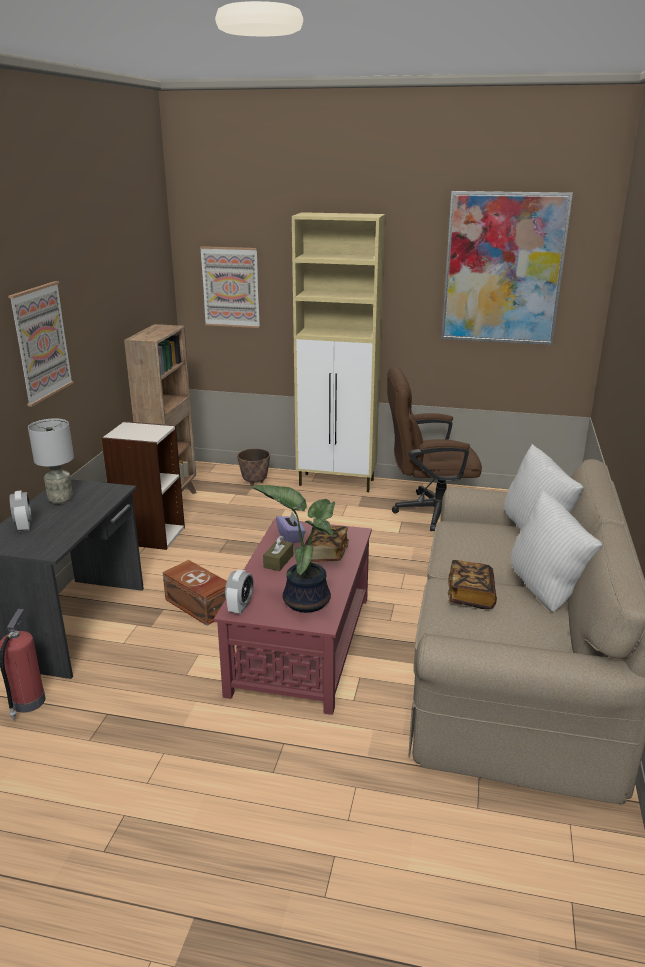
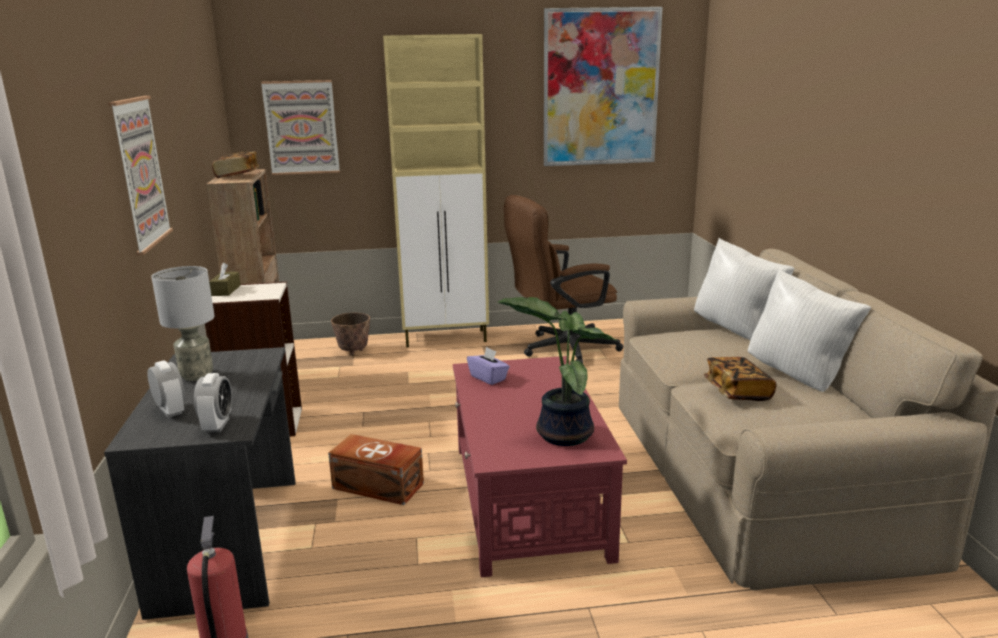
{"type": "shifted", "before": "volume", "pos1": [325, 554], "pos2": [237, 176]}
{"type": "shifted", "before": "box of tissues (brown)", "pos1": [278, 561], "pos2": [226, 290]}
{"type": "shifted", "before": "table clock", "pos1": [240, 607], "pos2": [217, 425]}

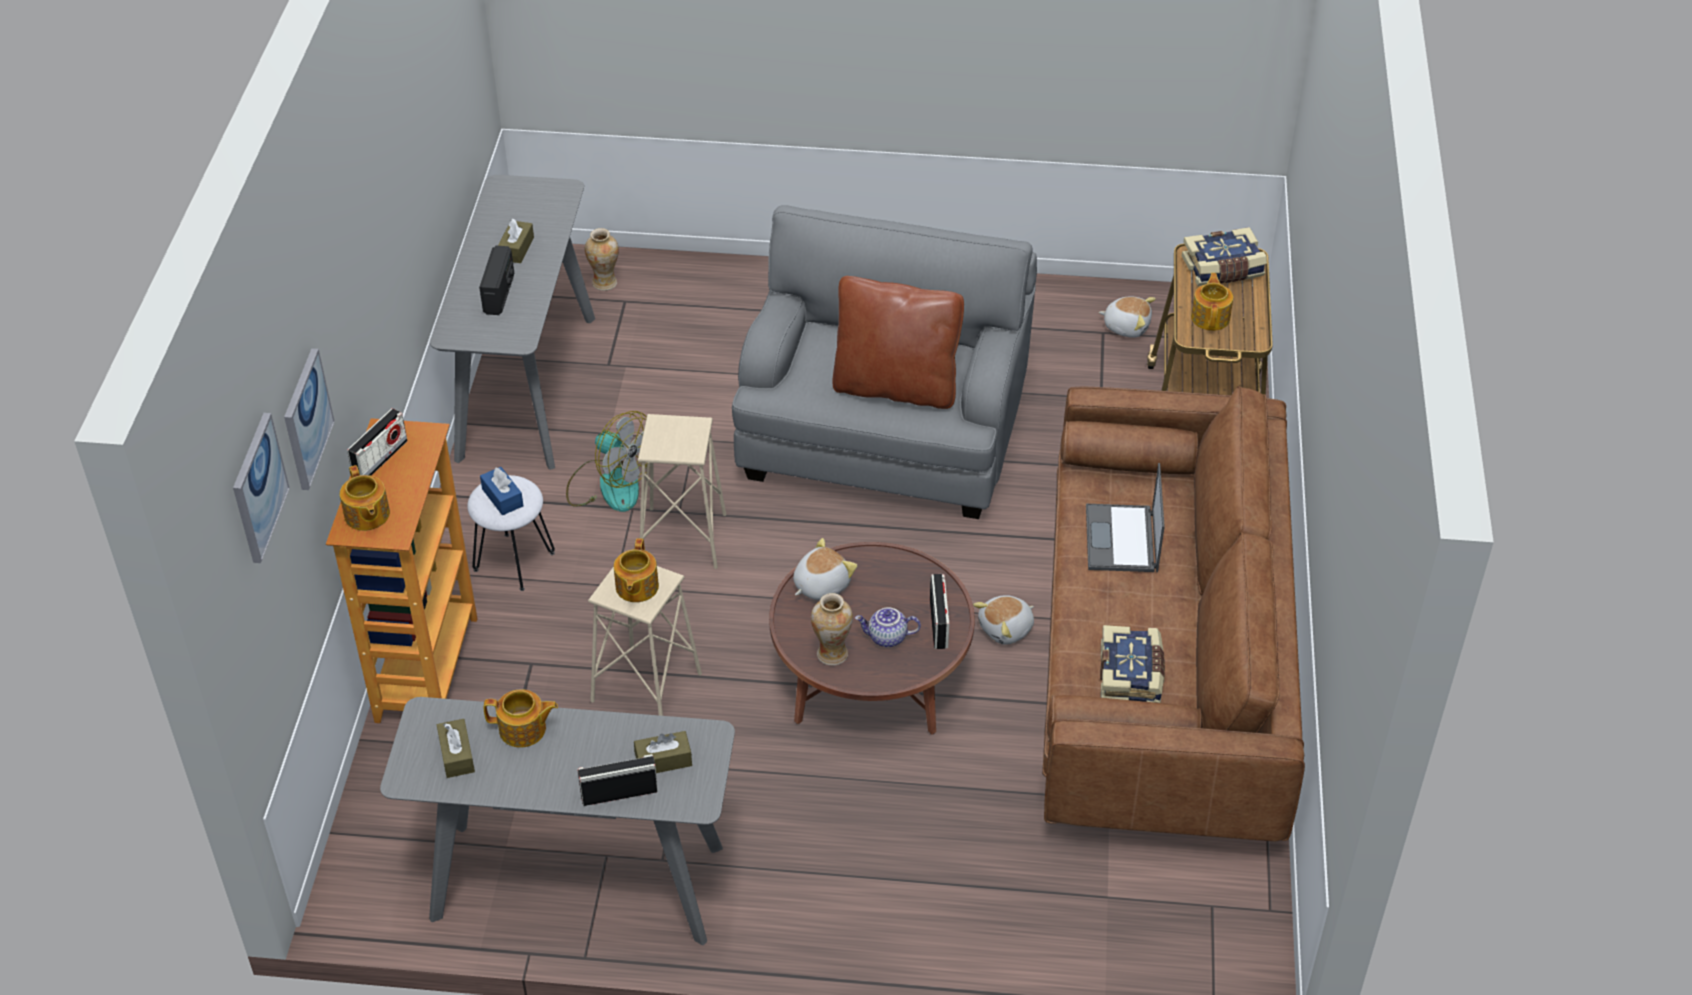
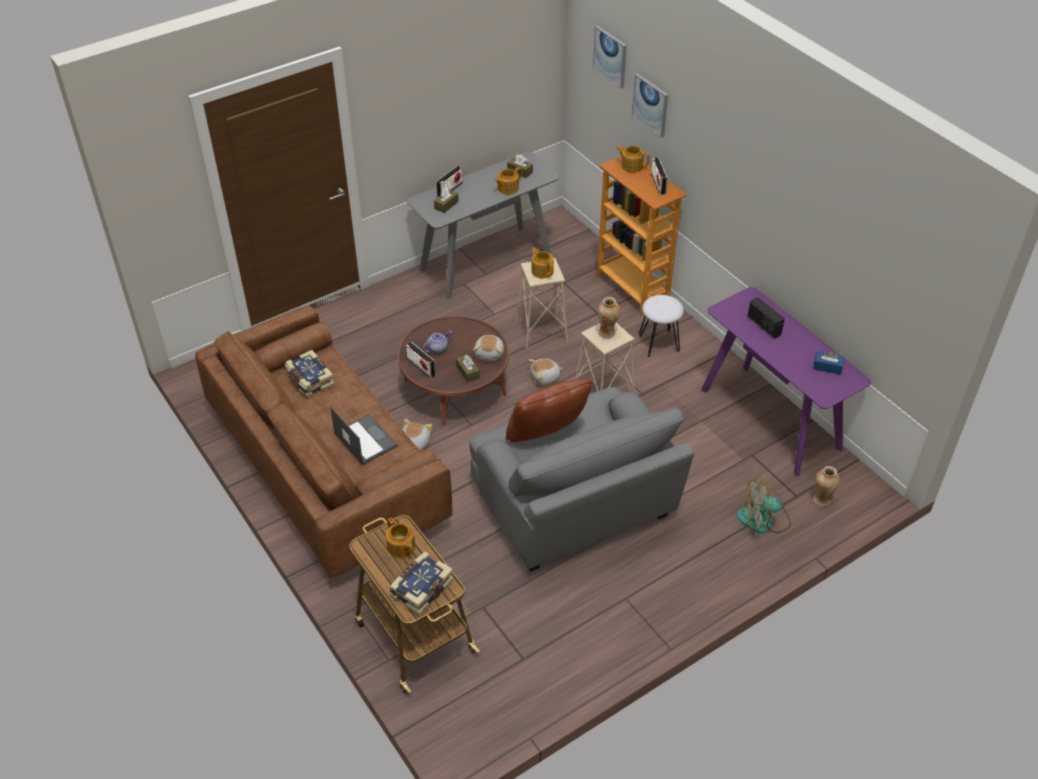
{"type": "repainted", "before": "narrow table (gray)", "after": "narrow table (purple)", "pos1": [526, 386], "pos2": [770, 418]}
{"type": "shifted", "before": "box of tissues (brown)", "pos1": [516, 249], "pos2": [467, 372]}
{"type": "shifted", "before": "plush toy", "pos1": [1126, 326], "pos2": [545, 377]}
{"type": "shifted", "before": "cooling fan", "pos1": [610, 484], "pos2": [763, 520]}
{"type": "shifted", "before": "box of tissues (blue)", "pos1": [502, 497], "pos2": [827, 367]}
{"type": "shifted", "before": "flower vase", "pos1": [832, 654], "pos2": [607, 333]}

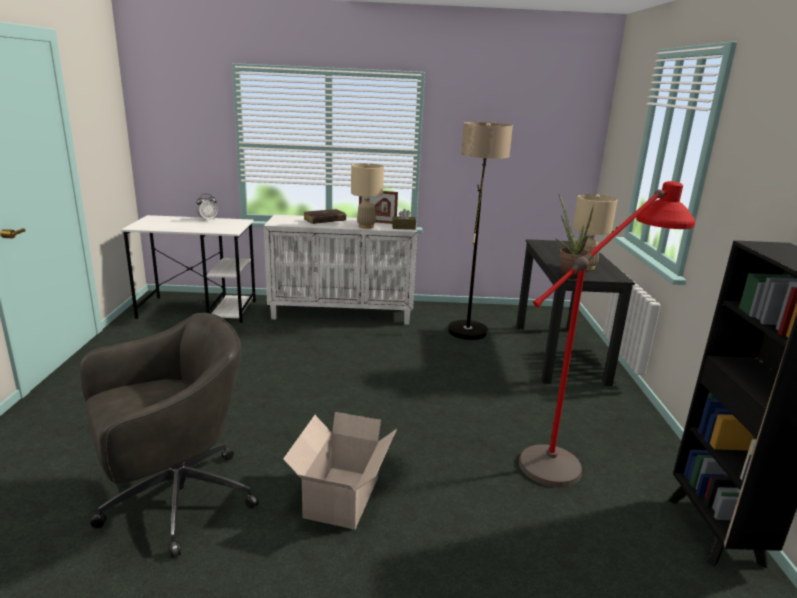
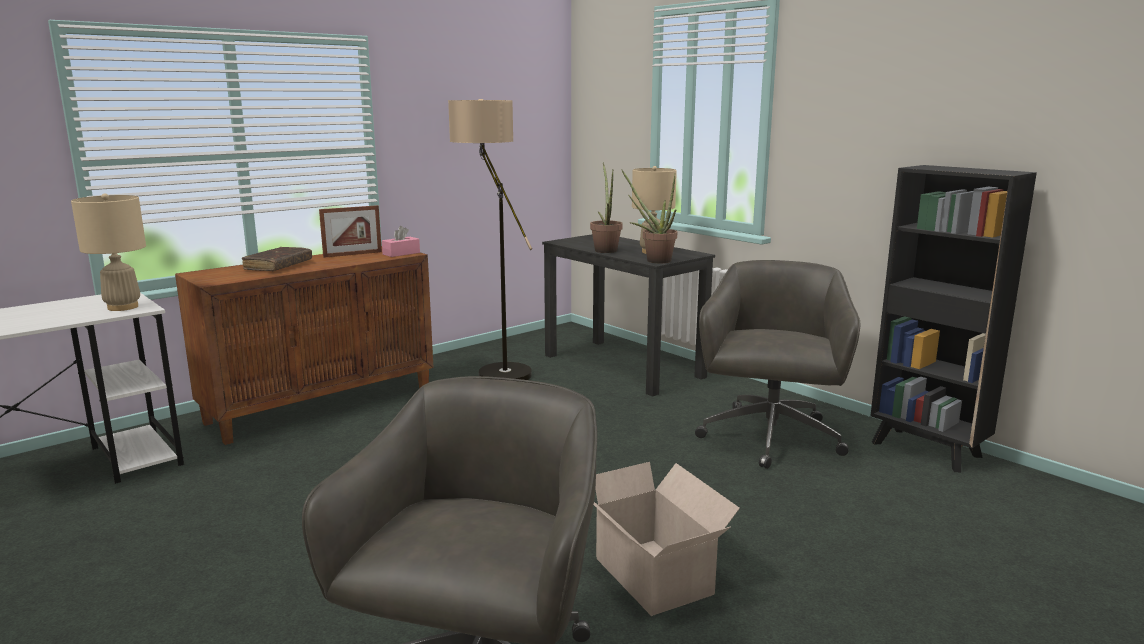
{"type": "shifted", "before": "table lamp (sand-coloured)", "pos1": [366, 226], "pos2": [123, 307]}
{"type": "swapped", "before": "standard lamp (reddish)", "after": "desk chair (gray)", "pos1": [579, 453], "pos2": [770, 439]}
{"type": "gone", "before": "table clock", "pos1": [207, 219]}
{"type": "repainted", "before": "box of tissues (brown)", "after": "box of tissues (pink)", "pos1": [403, 227], "pos2": [401, 253]}
{"type": "repainted", "before": "cupboard (white-coloured)", "after": "cupboard (brown)", "pos1": [343, 313], "pos2": [322, 405]}
{"type": "new", "after": "potted plant", "pos2": [605, 249]}

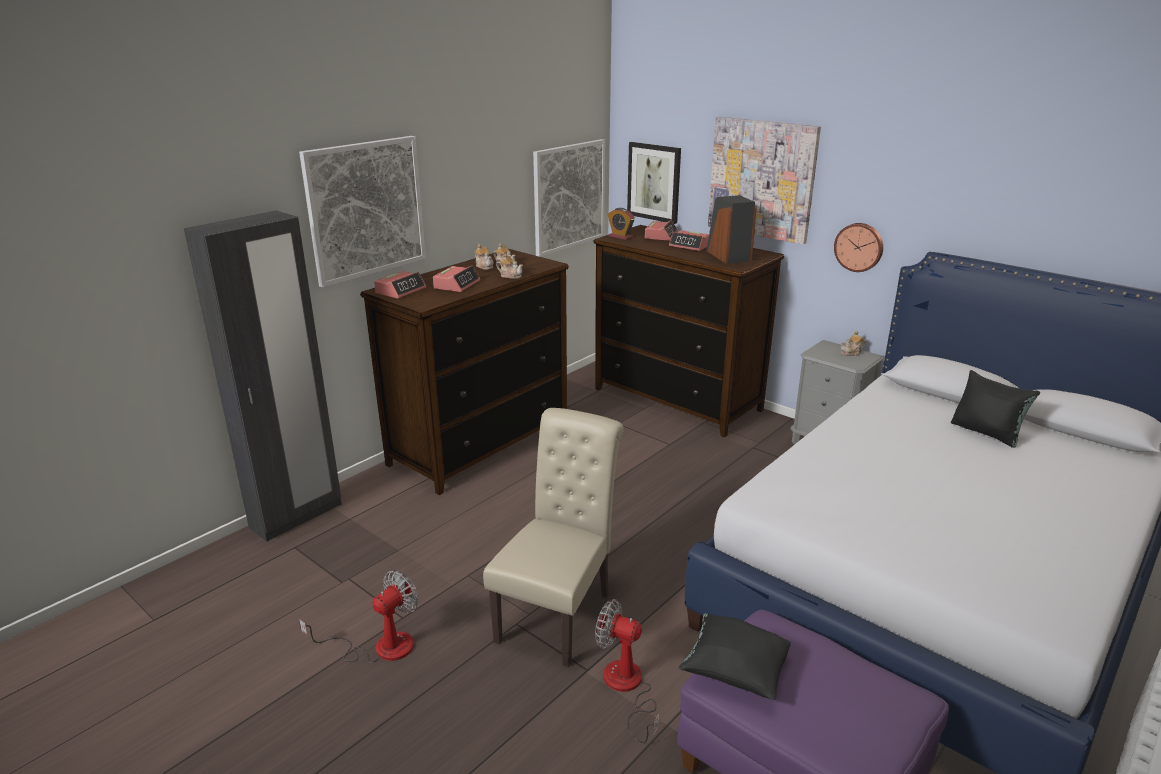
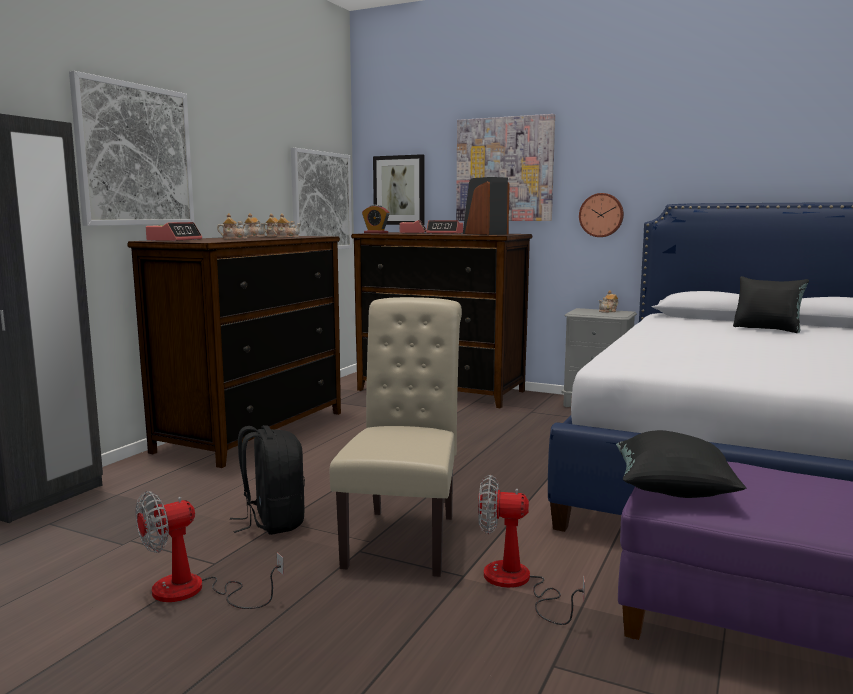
{"type": "swapped", "before": "table clock", "after": "teapot", "pos1": [457, 285], "pos2": [234, 239]}
{"type": "rotated", "before": "cooling fan", "pos1": [380, 647], "pos2": [194, 591], "turn": -150}
{"type": "new", "after": "rucksack (blackish)", "pos2": [272, 522]}

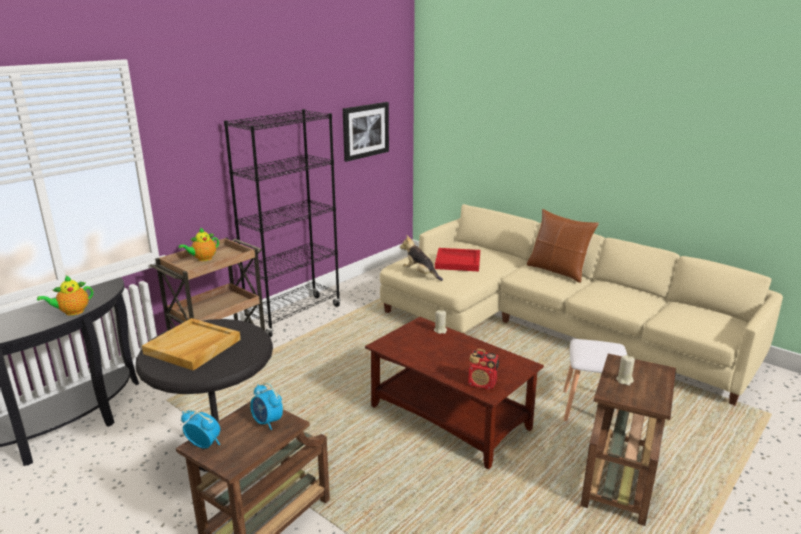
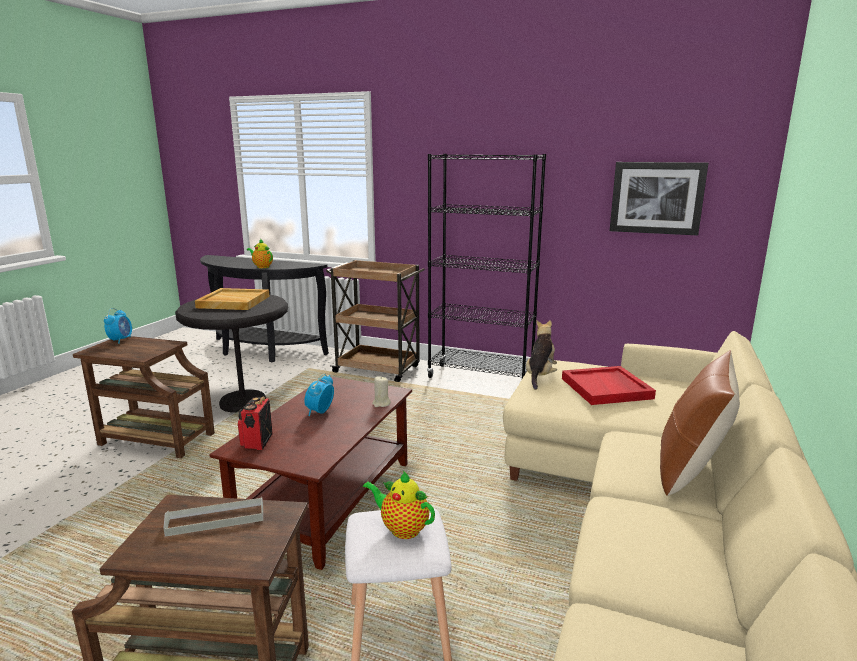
{"type": "shifted", "before": "teapot", "pos1": [203, 259], "pos2": [402, 529]}
{"type": "swapped", "before": "candle (sand-coloured)", "after": "tray (gray)", "pos1": [624, 380], "pos2": [216, 519]}
{"type": "shifted", "before": "table clock", "pos1": [267, 422], "pos2": [320, 412]}

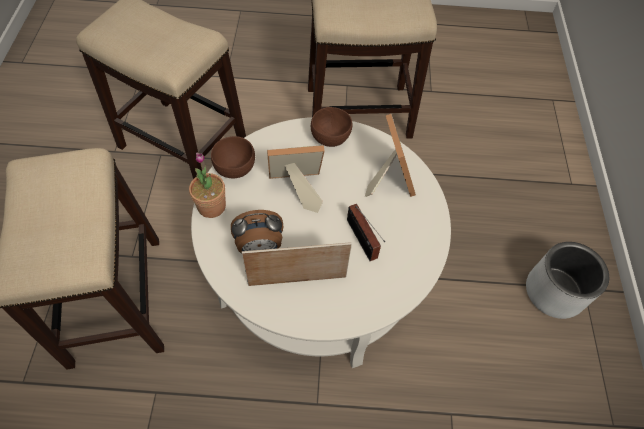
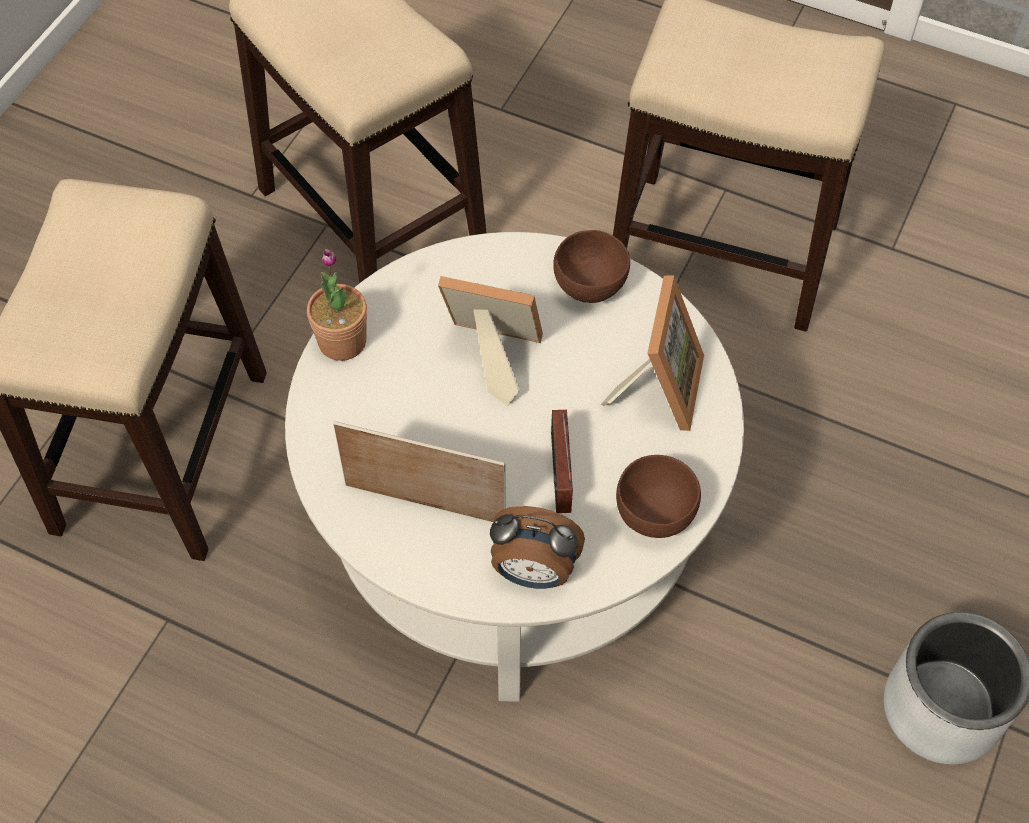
{"type": "shifted", "before": "serving bowl (brown)", "pos1": [235, 169], "pos2": [655, 515]}
{"type": "shifted", "before": "table clock", "pos1": [259, 248], "pos2": [533, 572]}

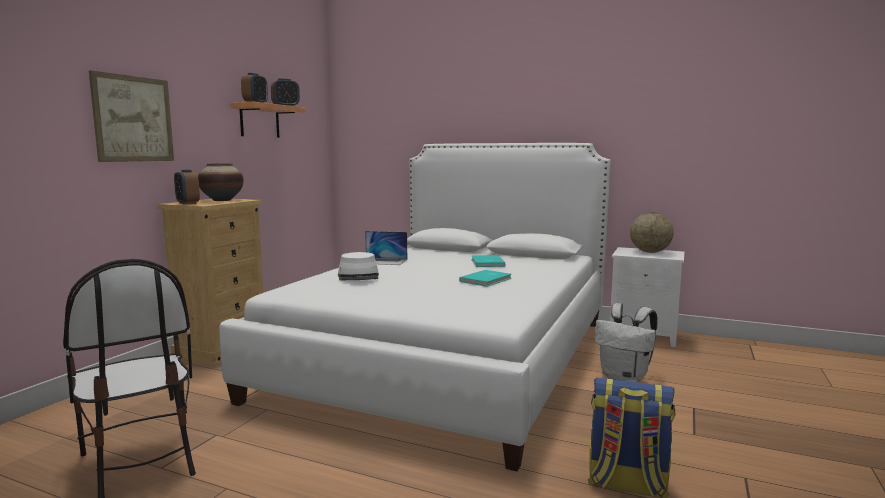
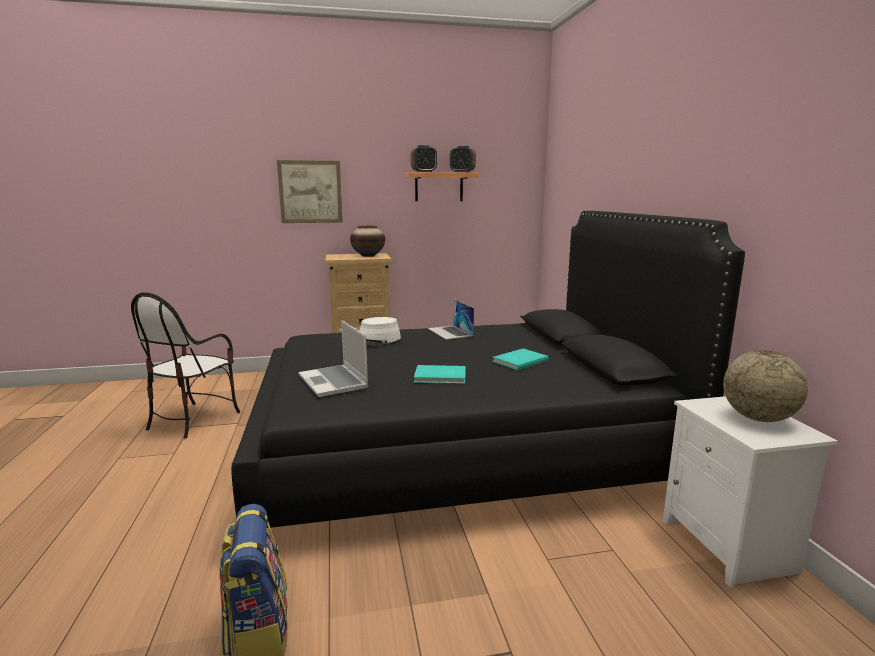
{"type": "repainted", "before": "bed (white-coloured)", "after": "bed (blackish)", "pos1": [448, 356], "pos2": [457, 445]}
{"type": "gone", "before": "table clock", "pos1": [187, 203]}
{"type": "gone", "before": "rucksack (white-coloured)", "pos1": [625, 377]}
{"type": "new", "after": "portable computer", "pos2": [334, 382]}

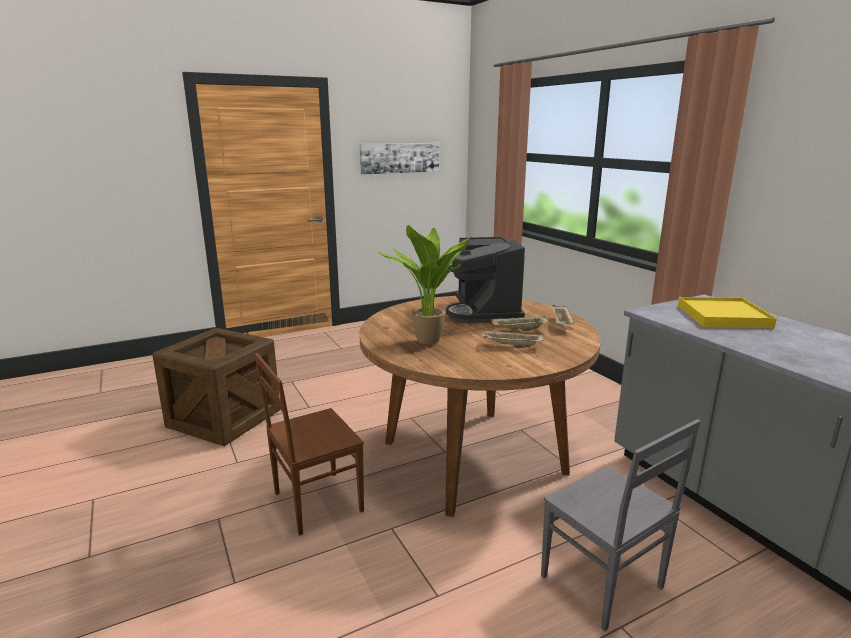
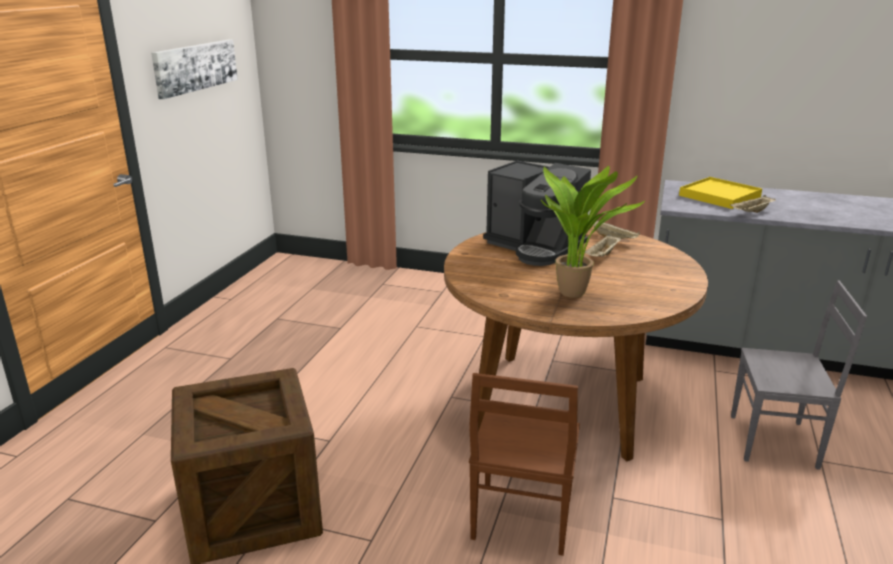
{"type": "shifted", "before": "tray (sand-coloured)", "pos1": [511, 346], "pos2": [751, 212]}

